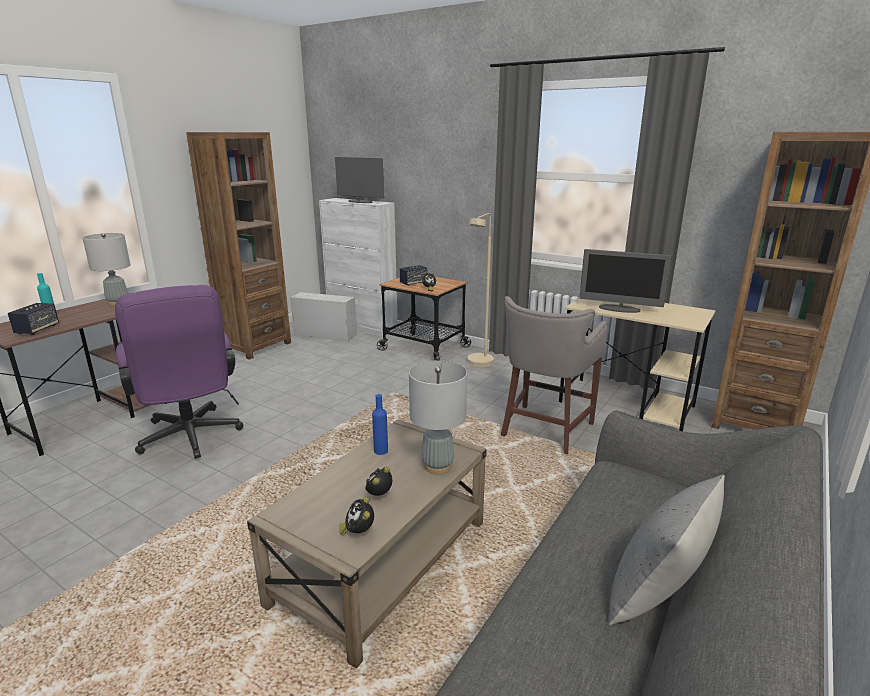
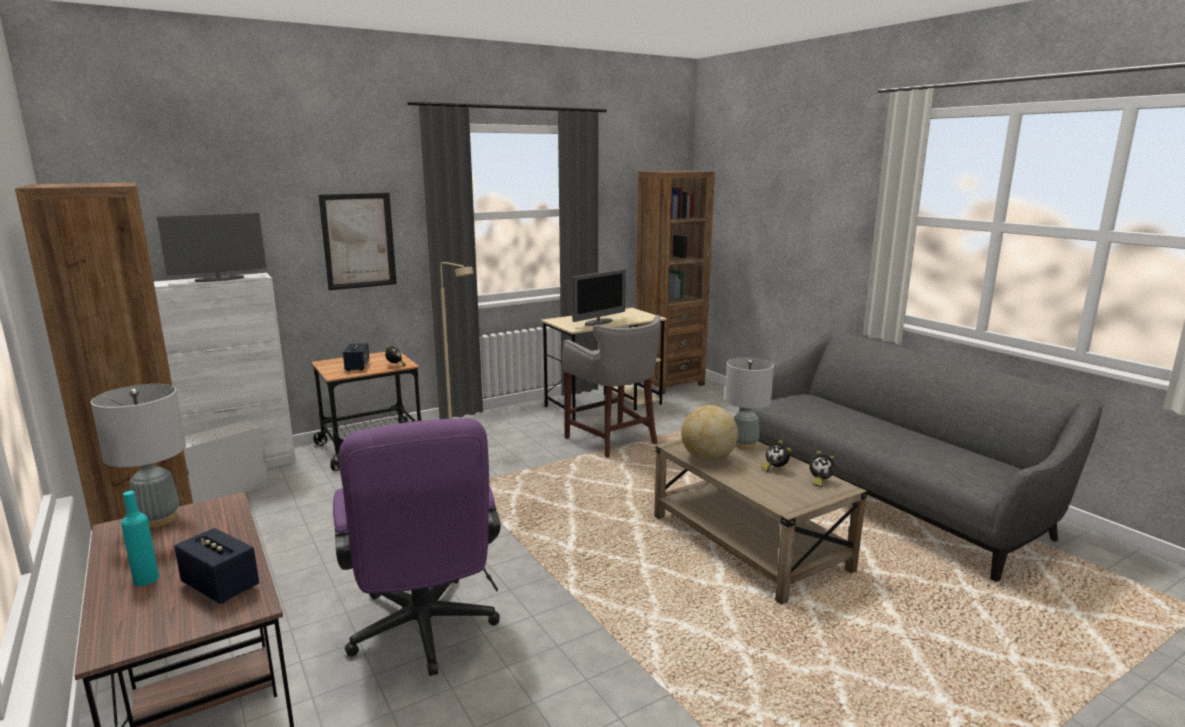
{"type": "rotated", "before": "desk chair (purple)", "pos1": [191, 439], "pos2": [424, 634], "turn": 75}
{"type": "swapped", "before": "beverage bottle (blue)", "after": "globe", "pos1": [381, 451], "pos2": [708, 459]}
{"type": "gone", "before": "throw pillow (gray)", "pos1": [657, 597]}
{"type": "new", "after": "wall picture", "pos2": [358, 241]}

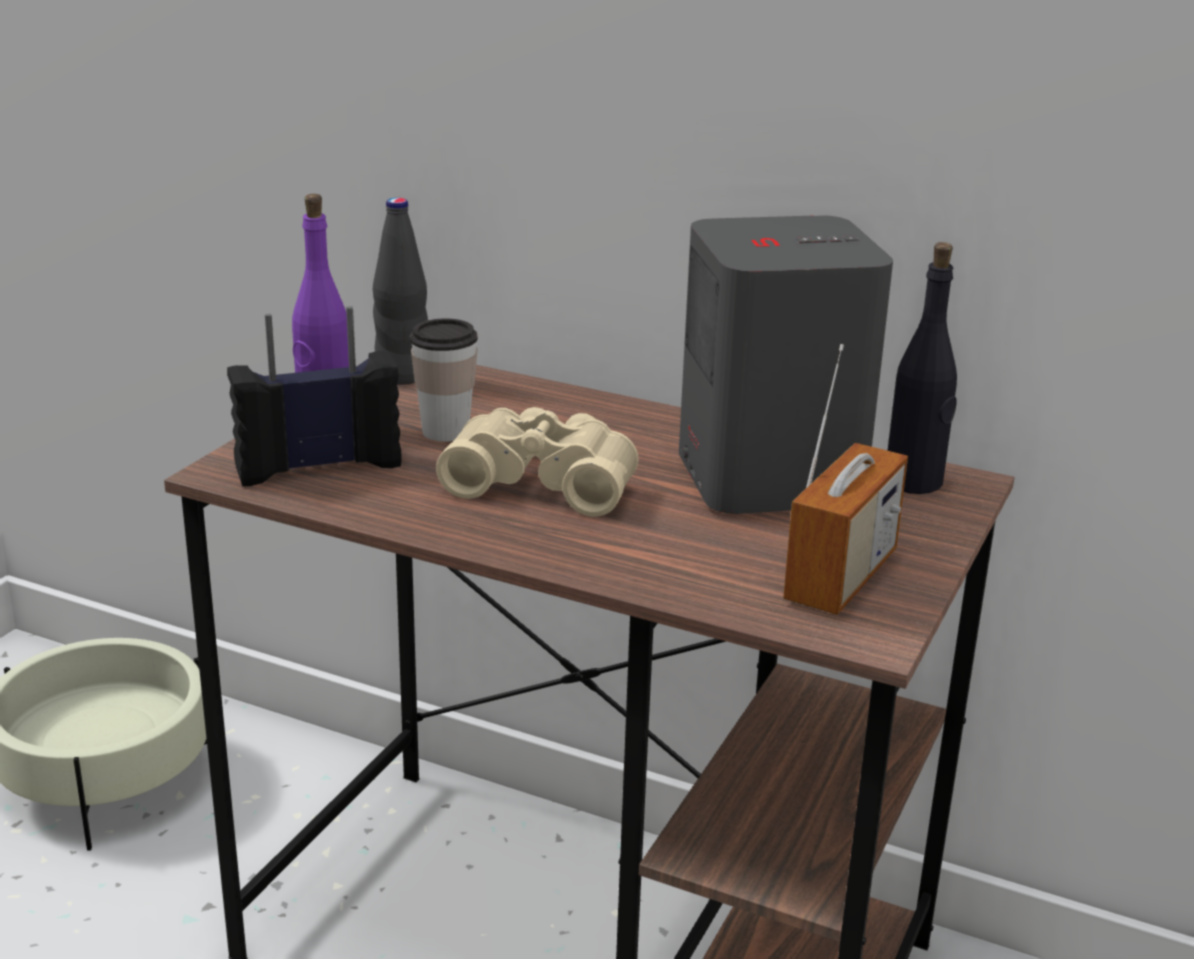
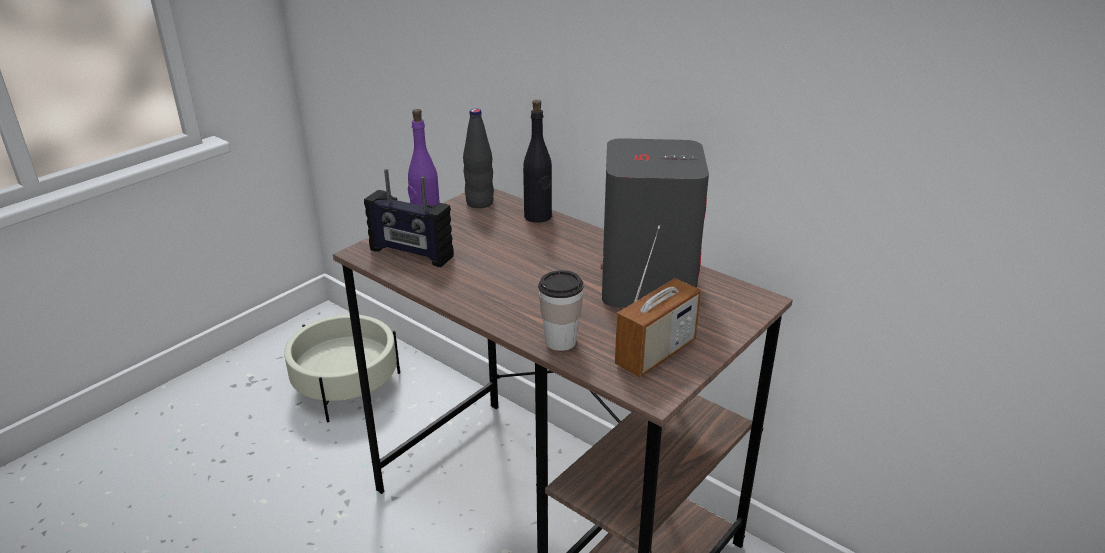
{"type": "shifted", "before": "beverage bottle (blackish)", "pos1": [914, 482], "pos2": [538, 217]}
{"type": "rotated", "before": "radio receiver", "pos1": [318, 466], "pos2": [411, 254], "turn": -150}
{"type": "shifted", "before": "drinking cup", "pos1": [445, 432], "pos2": [560, 341]}
{"type": "gone", "before": "field glasses (sand-coloured)", "pos1": [543, 481]}

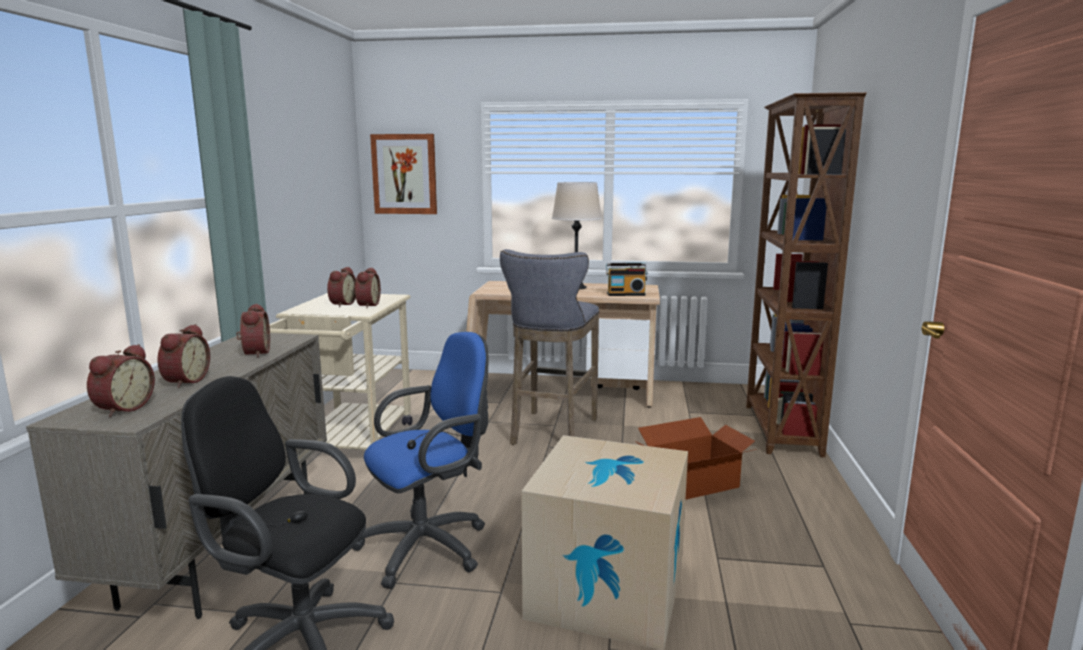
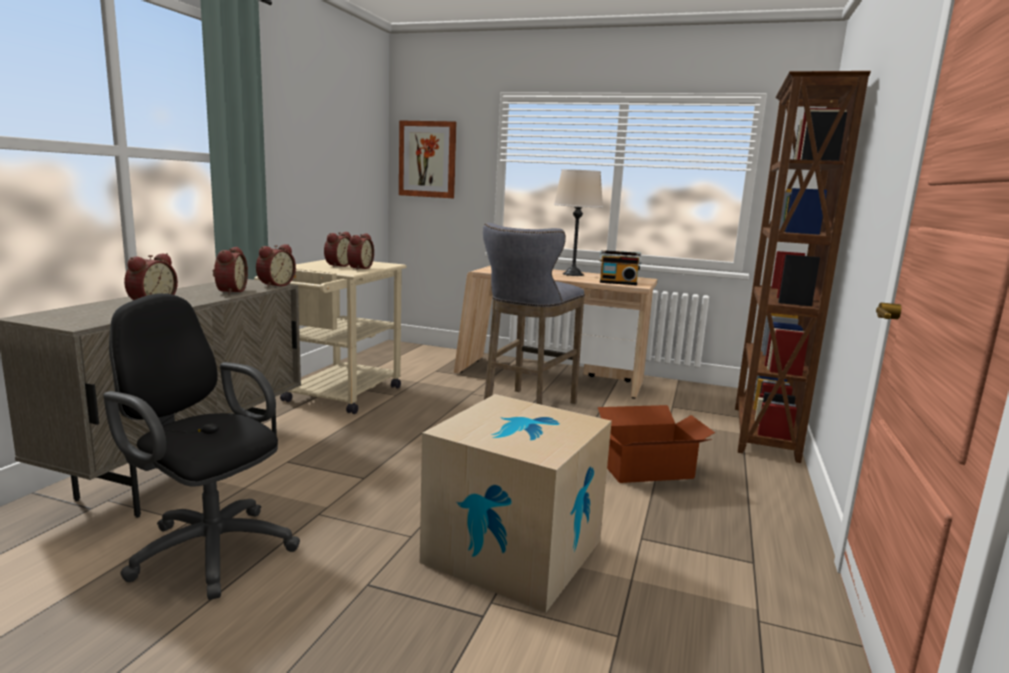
{"type": "gone", "before": "desk chair (blue)", "pos1": [430, 546]}
{"type": "shifted", "before": "table clock", "pos1": [122, 408], "pos2": [275, 285]}

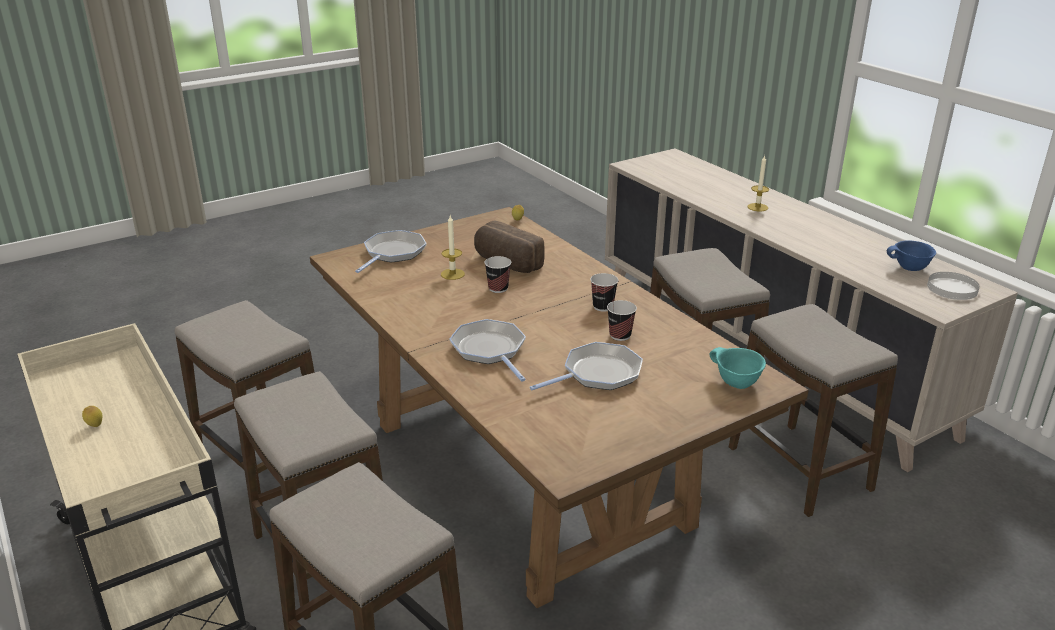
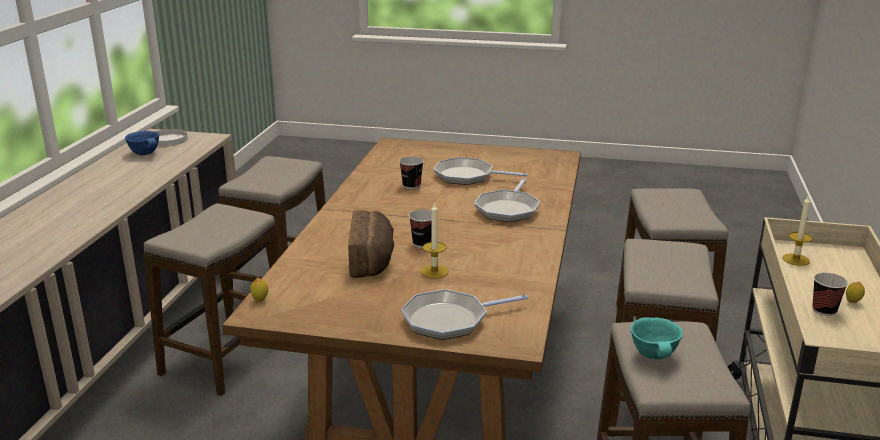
{"type": "shifted", "before": "candle", "pos1": [757, 207], "pos2": [796, 259]}
{"type": "shifted", "before": "drinking cup", "pos1": [603, 307], "pos2": [824, 310]}
{"type": "shifted", "before": "serving bowl (turquoise)", "pos1": [736, 383], "pos2": [655, 355]}

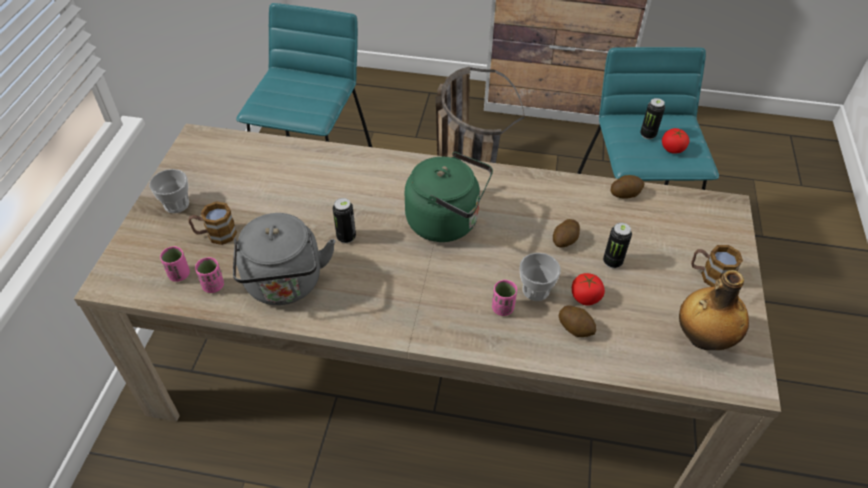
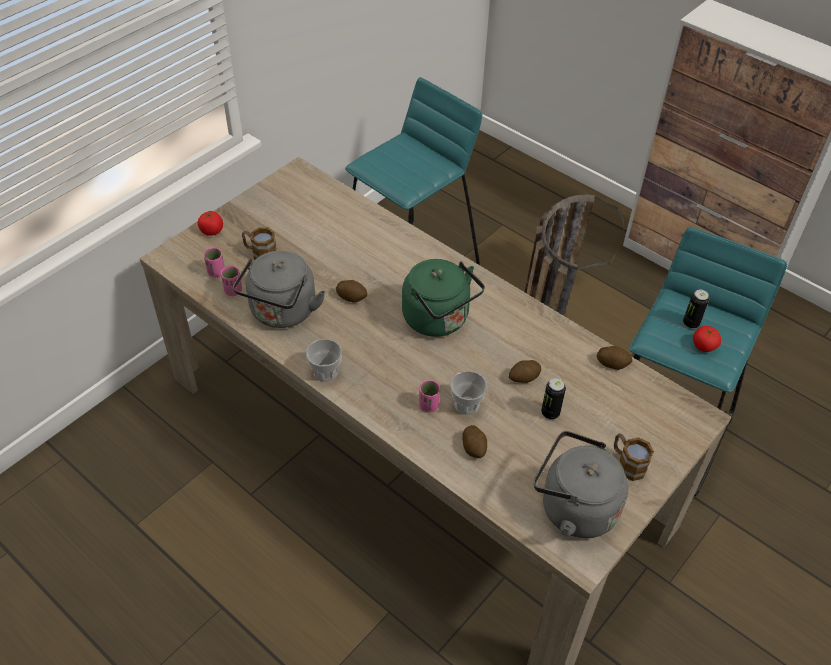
{"type": "shifted", "before": "drinking cup", "pos1": [176, 204], "pos2": [325, 372]}
{"type": "swapped", "before": "sealed can", "after": "whole potato", "pos1": [346, 237], "pos2": [352, 297]}
{"type": "swapped", "before": "beverage bottle", "after": "water kettle (gray)", "pos1": [702, 338], "pos2": [573, 508]}
{"type": "shifted", "before": "whole tomato", "pos1": [585, 297], "pos2": [212, 231]}

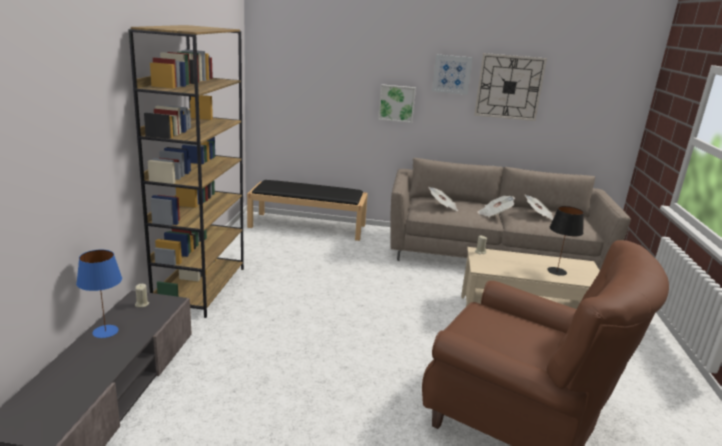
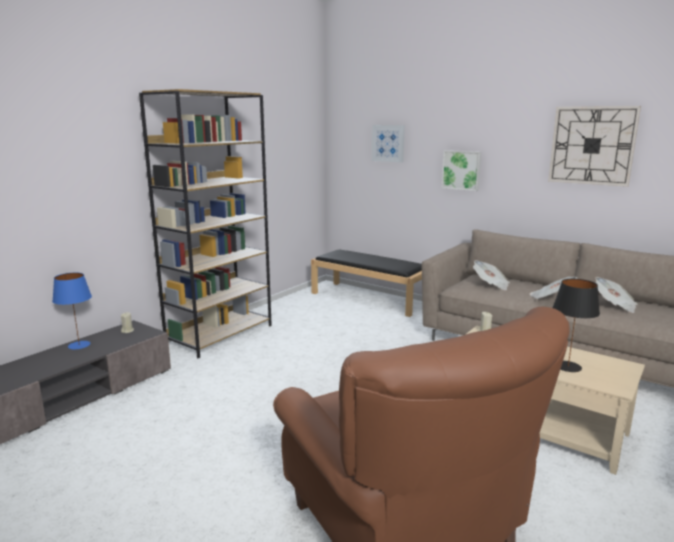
{"type": "shifted", "before": "wall picture", "pos1": [451, 74], "pos2": [388, 143]}

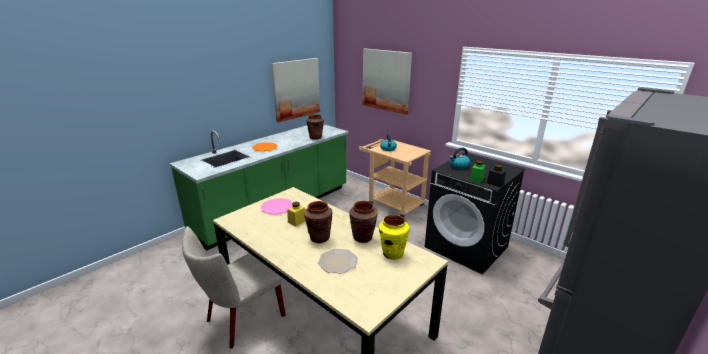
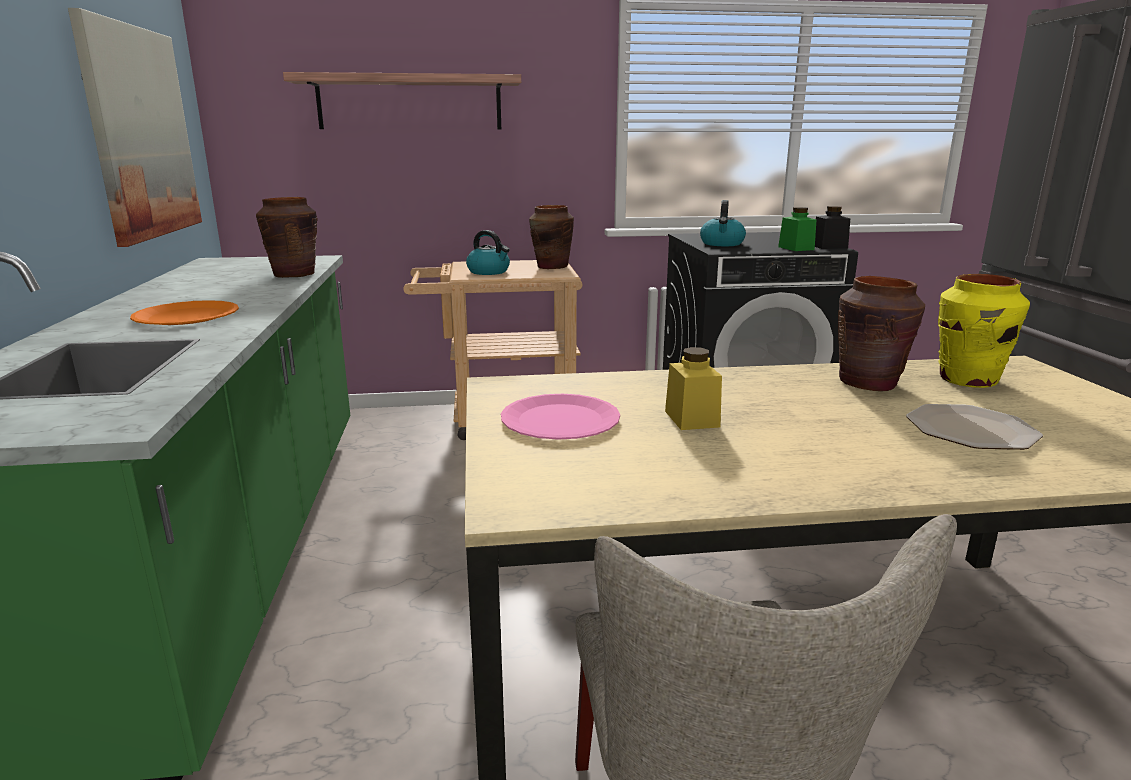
{"type": "swapped", "before": "wall picture", "after": "bracket shelf", "pos1": [386, 80], "pos2": [410, 103]}
{"type": "shifted", "before": "flower vase (brown)", "pos1": [319, 238], "pos2": [552, 267]}

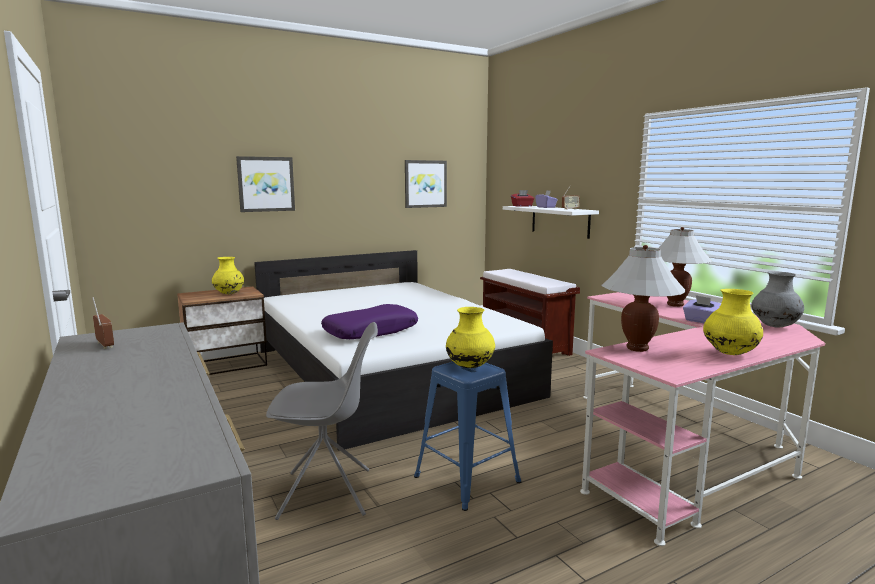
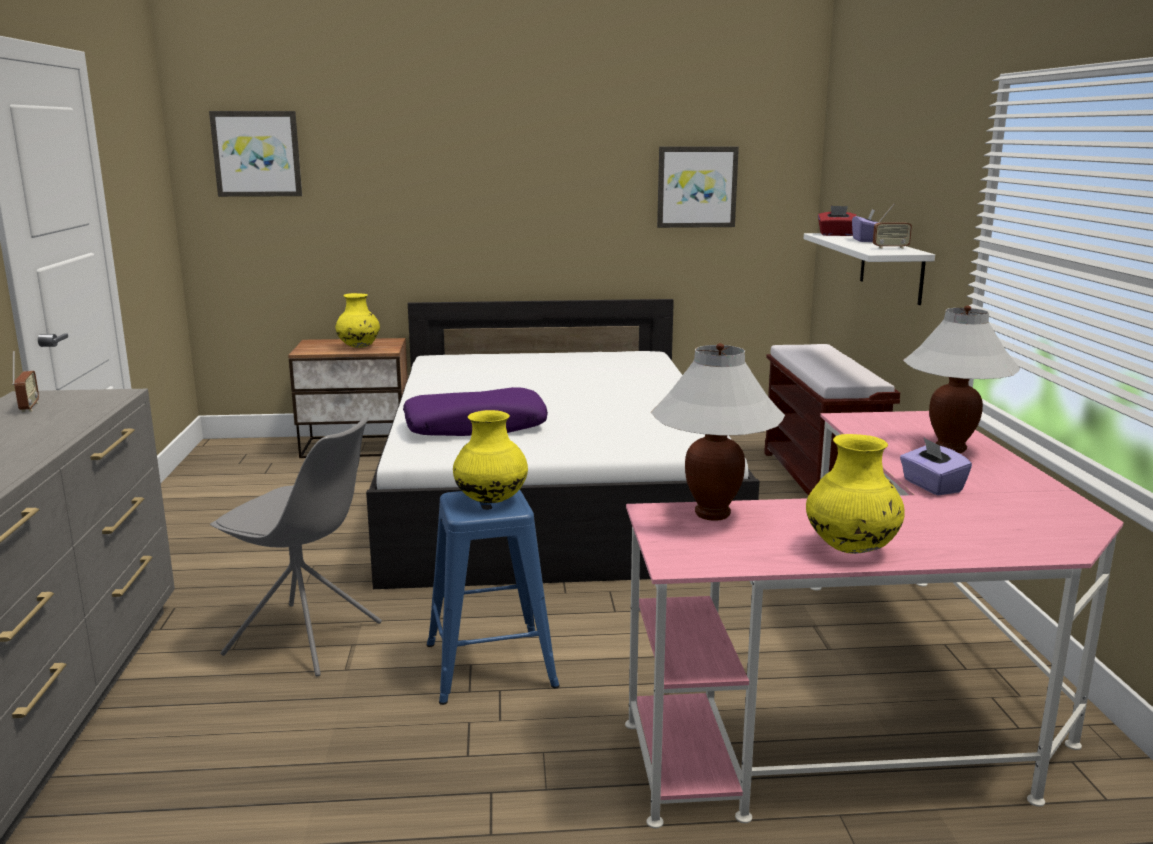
{"type": "shifted", "before": "wall picture", "pos1": [266, 184], "pos2": [257, 154]}
{"type": "gone", "before": "flower vase (gray)", "pos1": [774, 326]}

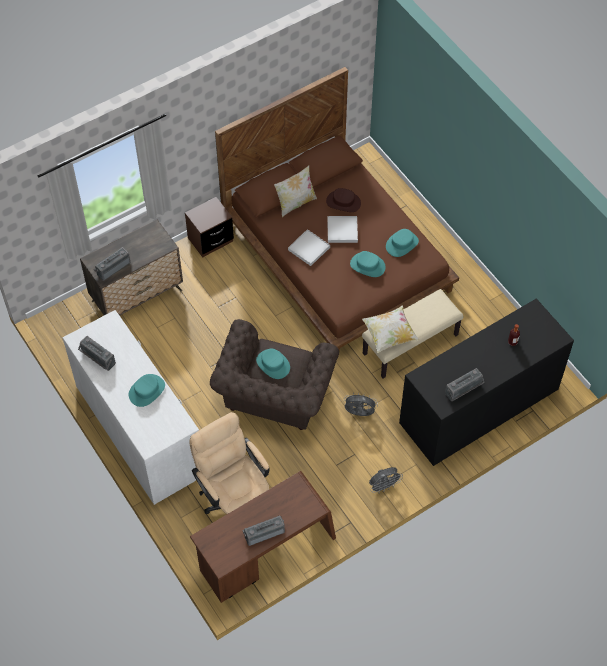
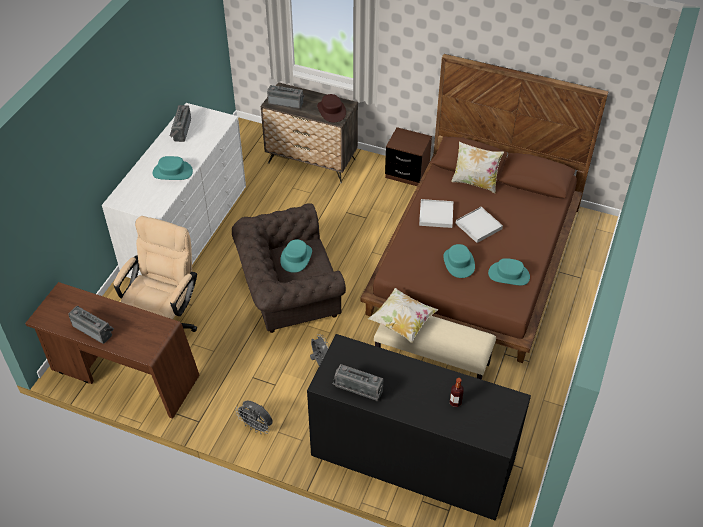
{"type": "shifted", "before": "clothing hat (brown)", "pos1": [343, 202], "pos2": [331, 111]}

